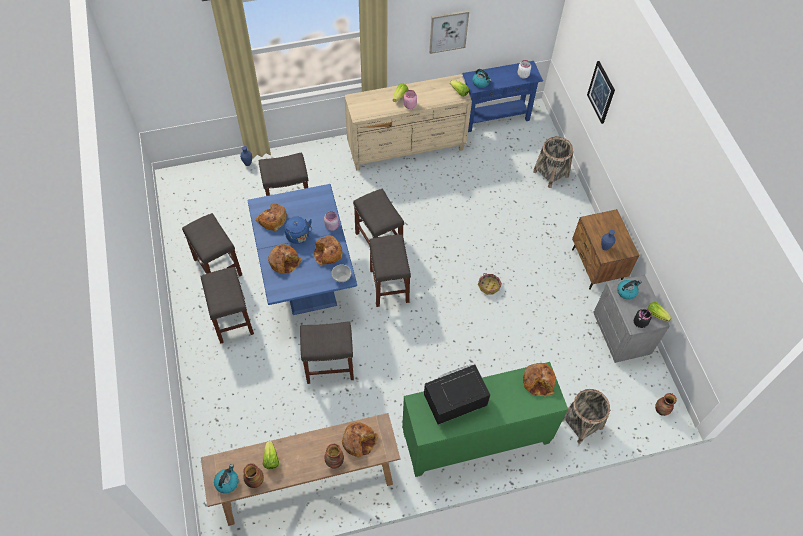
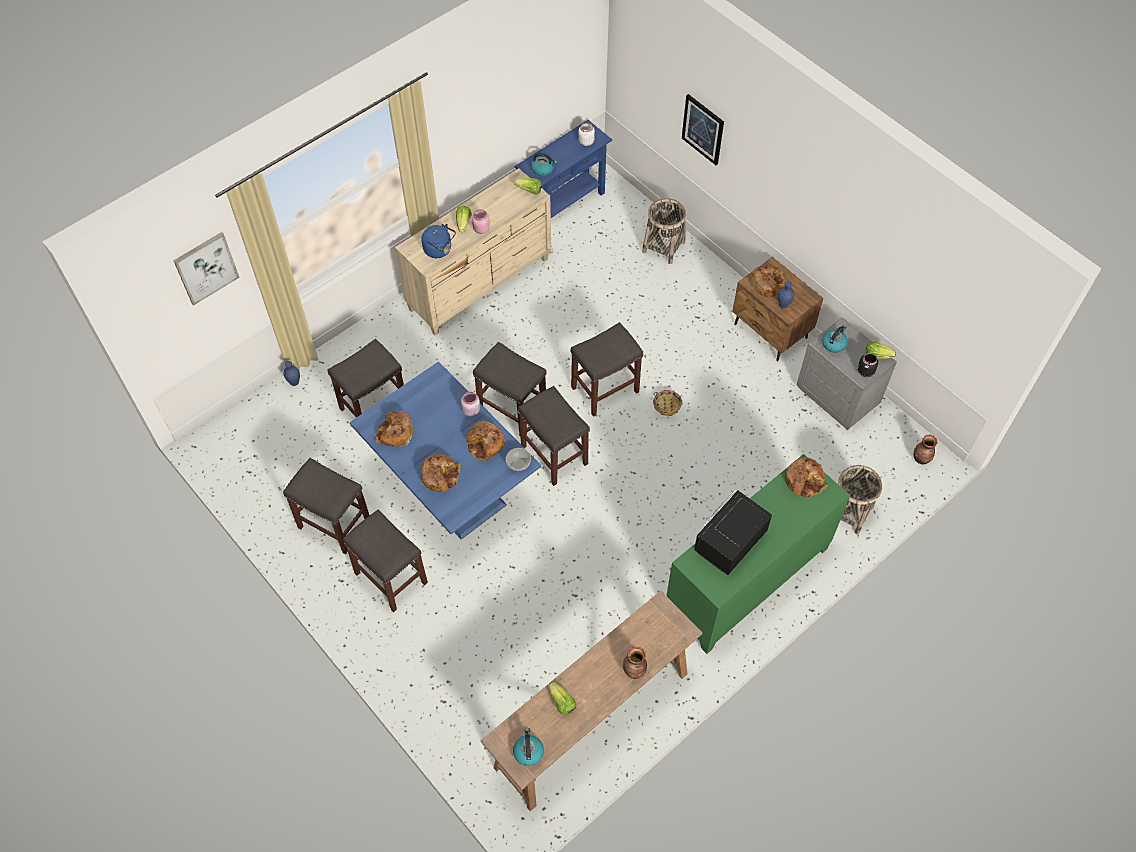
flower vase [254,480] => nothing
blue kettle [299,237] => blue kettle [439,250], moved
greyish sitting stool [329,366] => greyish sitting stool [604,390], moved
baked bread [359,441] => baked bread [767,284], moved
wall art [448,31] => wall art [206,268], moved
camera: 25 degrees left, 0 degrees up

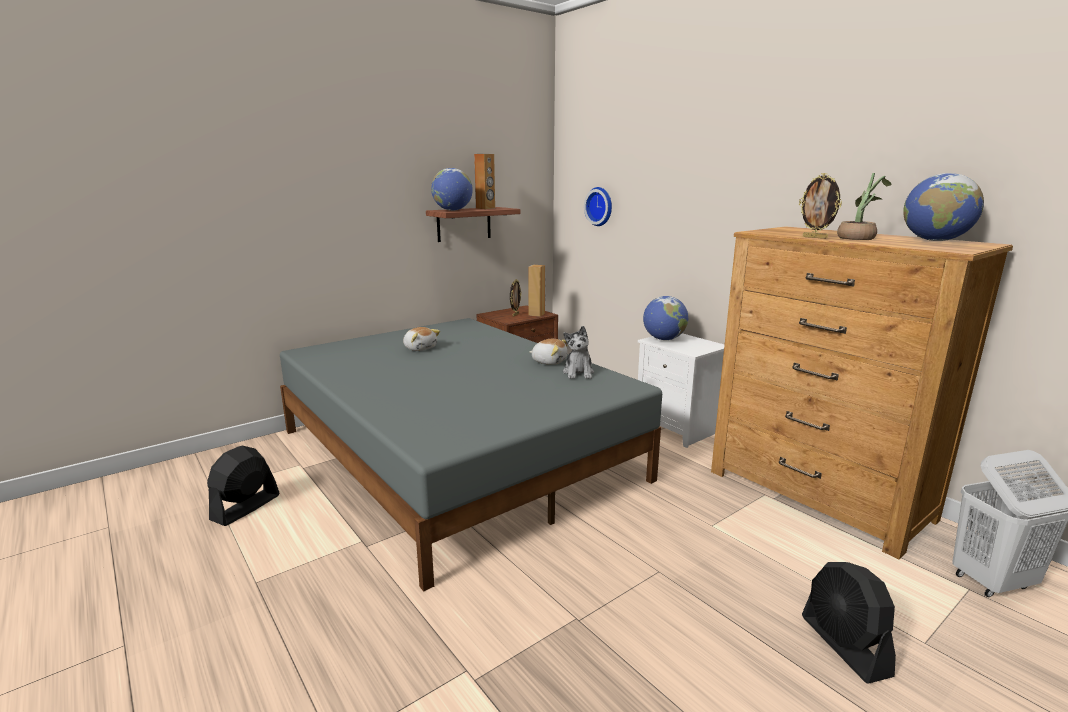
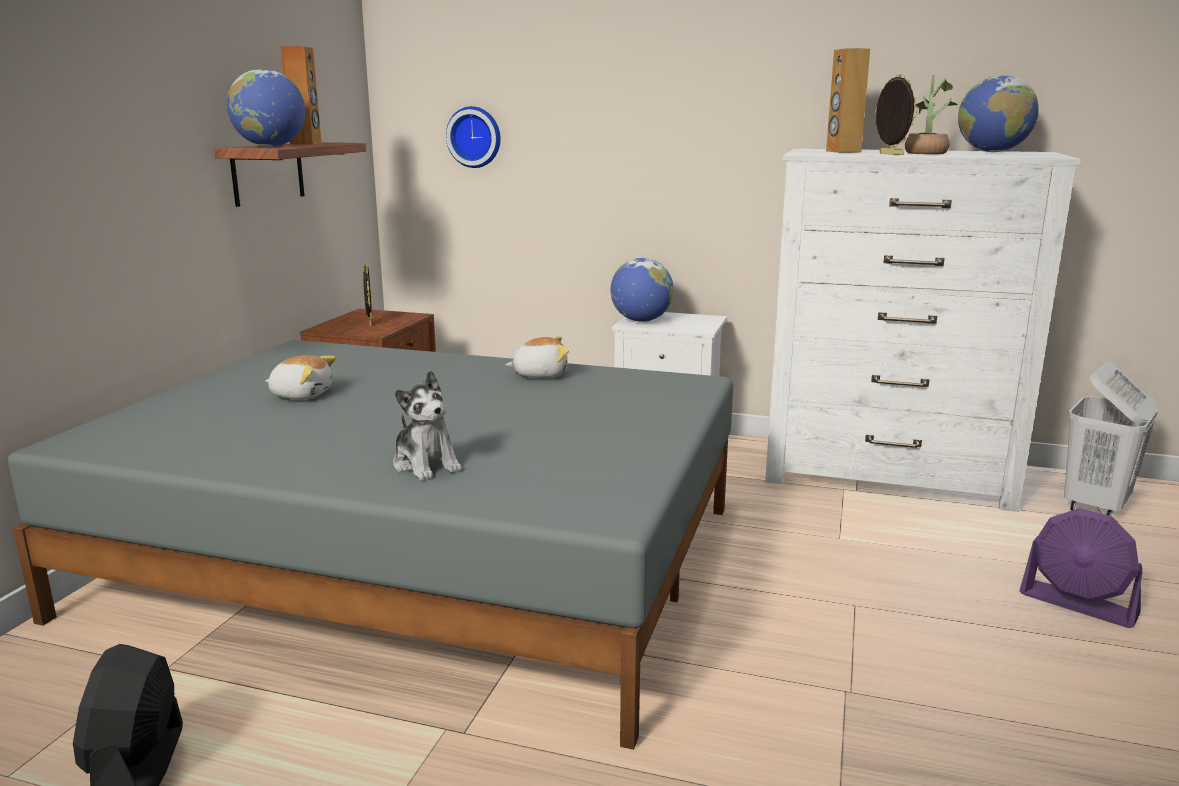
brown-coloured audio speaker [536,314] => brown-coloured audio speaker [842,151], moved
cuddly toy [578,373] => cuddly toy [426,464], moved
brown-coloured drawer chest [817,495] => white-coloured drawer chest [887,474]
black electric fan [844,645] => purple-coloured electric fan [1078,604]
picture frame [815,237] => picture frame [890,154], 135 degrees counterclockwise
camera: 35 degrees left, 0 degrees up

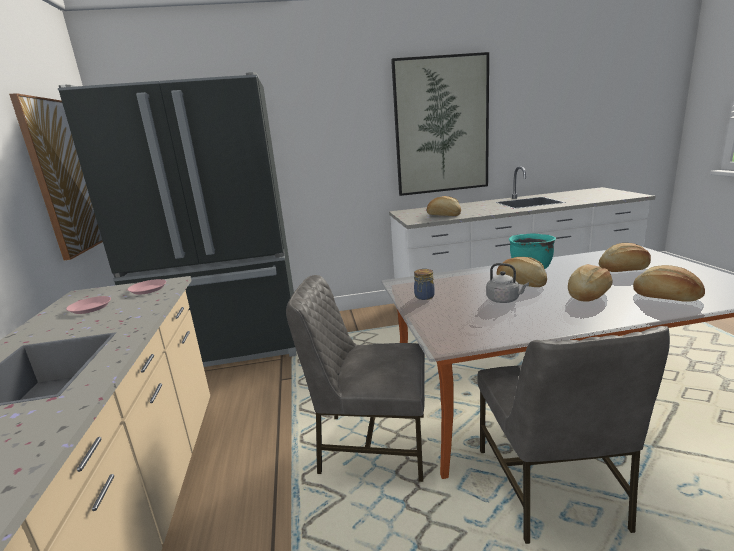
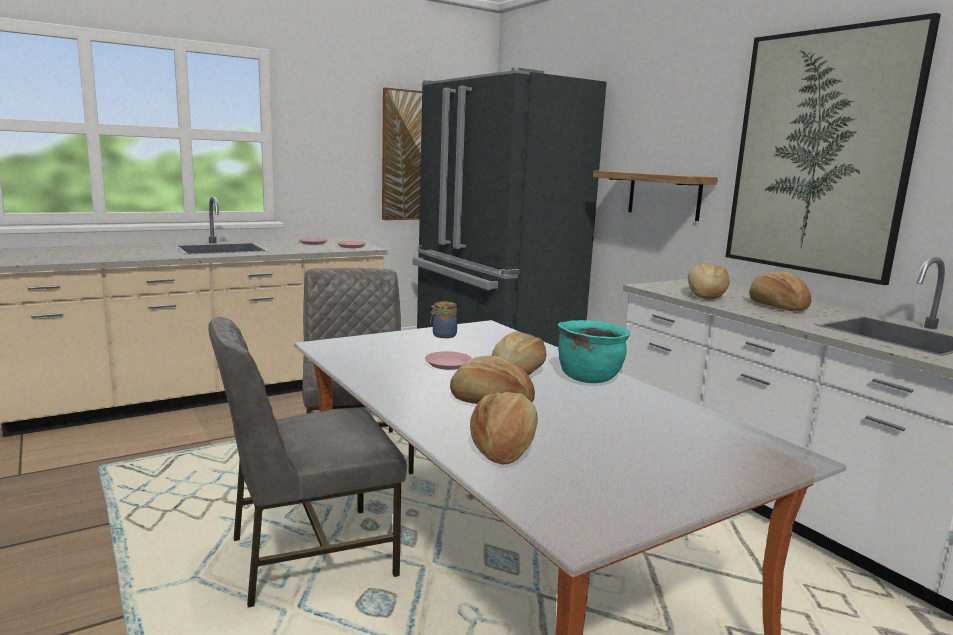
nothing => shelf [664,195]
baked bread [624,269] => baked bread [776,306], moved
greyish kettle [504,300] => pink dinner plate [448,364]
camera: 65 degrees right, 5 degrees down

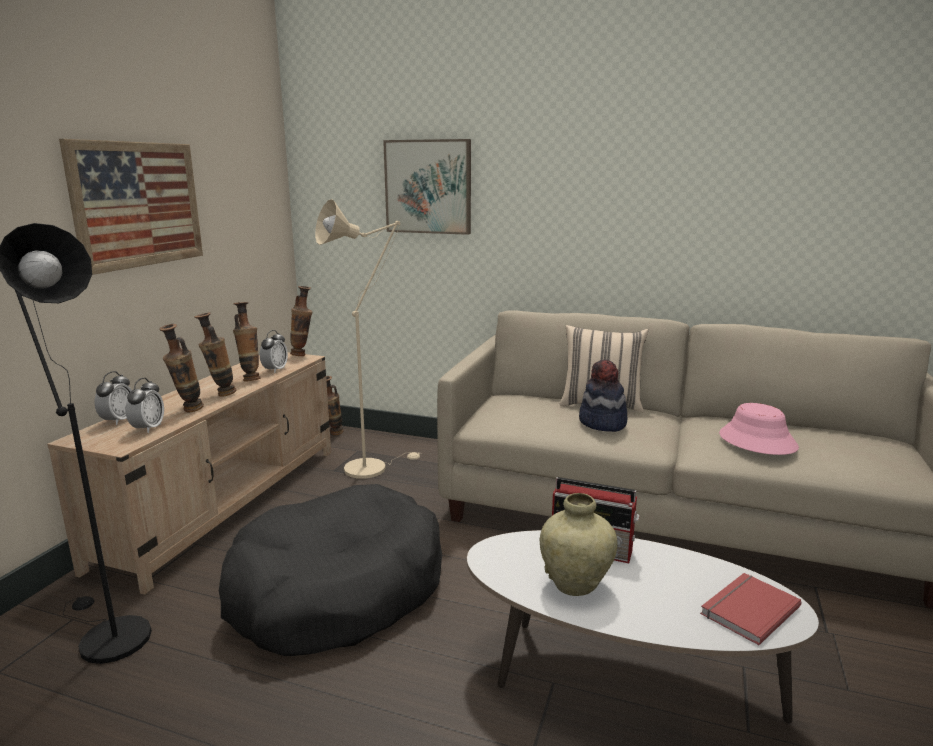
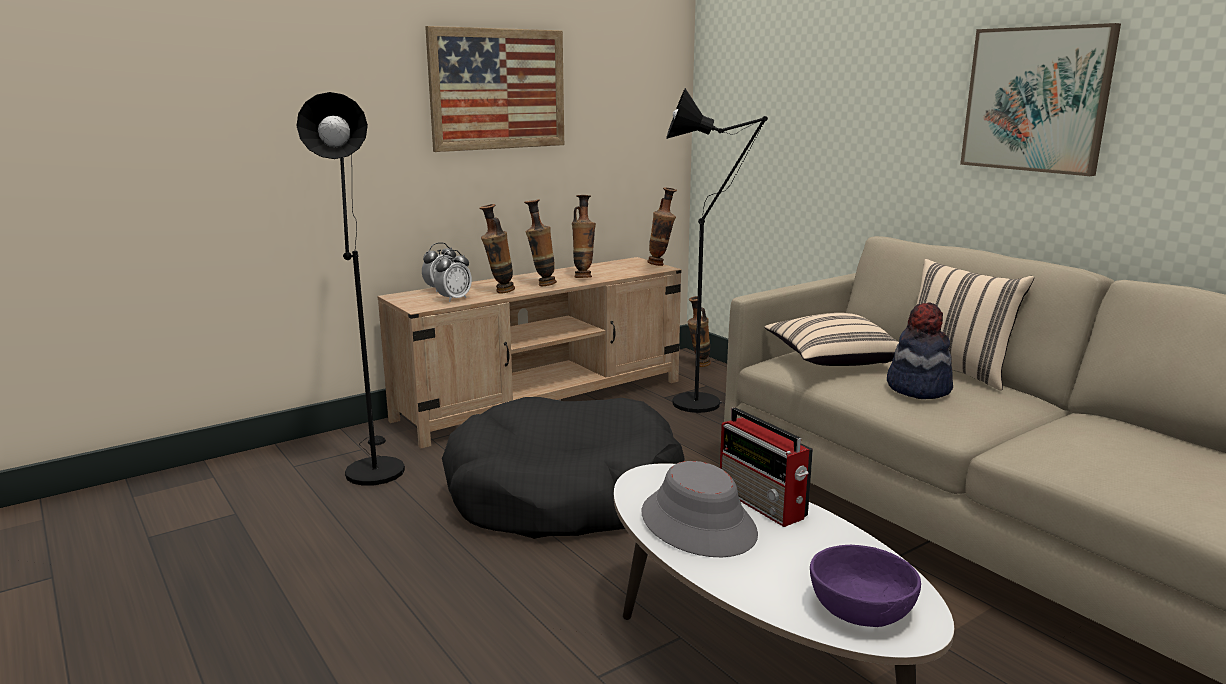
alarm clock [275,370] => nothing
pink wearable hat [757,441] => nothing
nothing => beige cushion [832,361]
wall art [428,187] => wall art [1036,99], moved
beige flower vase [575,584] => greyish wearable hat [698,523]
reddish volume [747,609] => purple-coloured bowl [860,608]
beige standing lamp [372,466] => black standing lamp [706,403]
camera: 35 degrees right, 0 degrees up

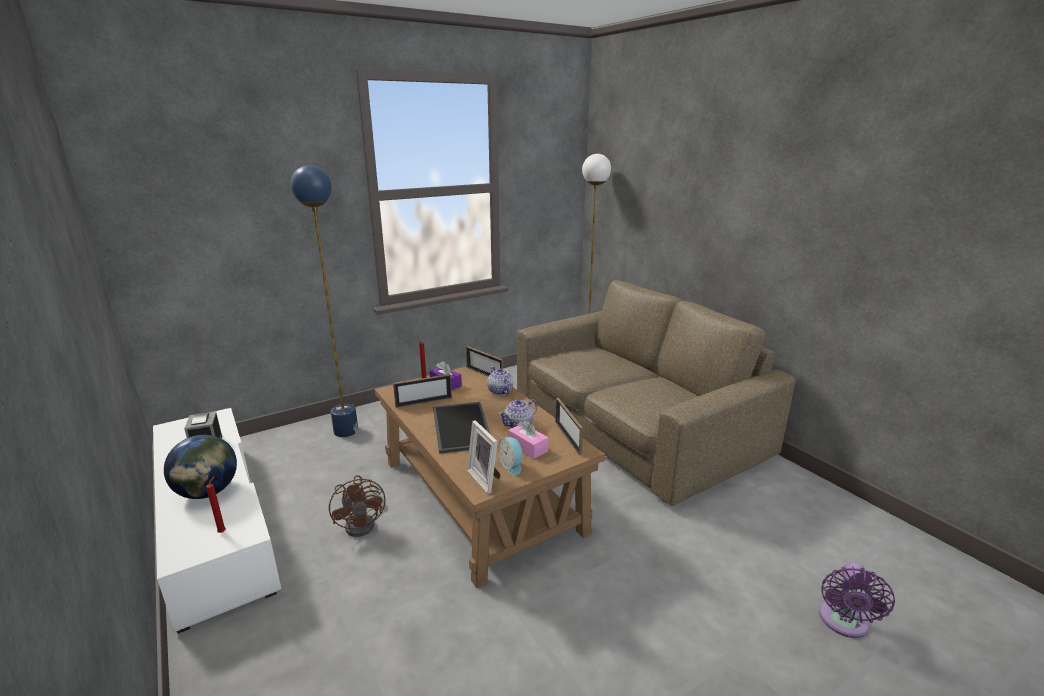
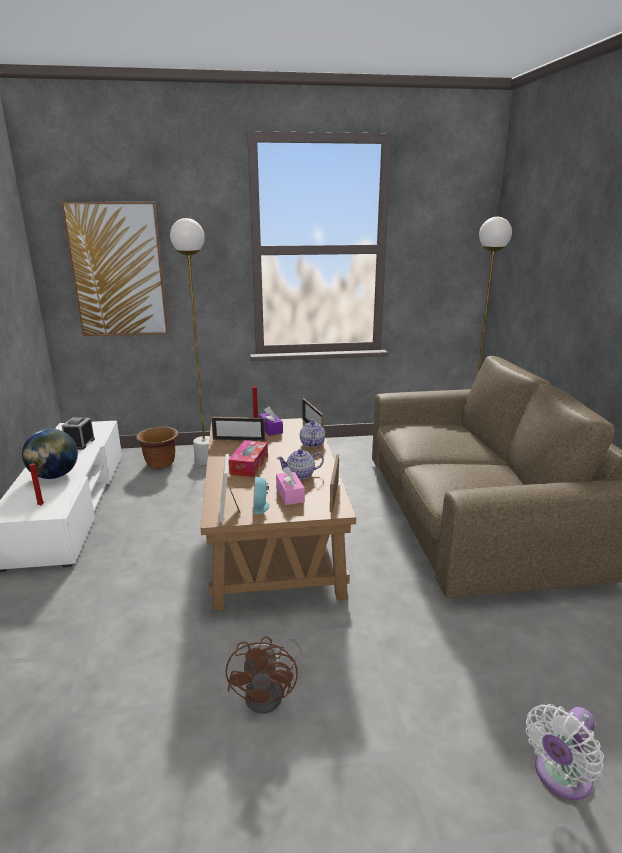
nothing => wall art [118,270]
nothing => brown-coloured planter [161,464]
brown-coloured electric fan [365,523] => brown-coloured electric fan [271,694], moved
carrying tray [459,426] => box of tissues [249,465]
blue standing lamp [346,431] => white-coloured standing lamp [205,460]
purple-coloured electric fan [843,623] => white-coloured electric fan [559,777]
camera: 25 degrees right, 0 degrees up

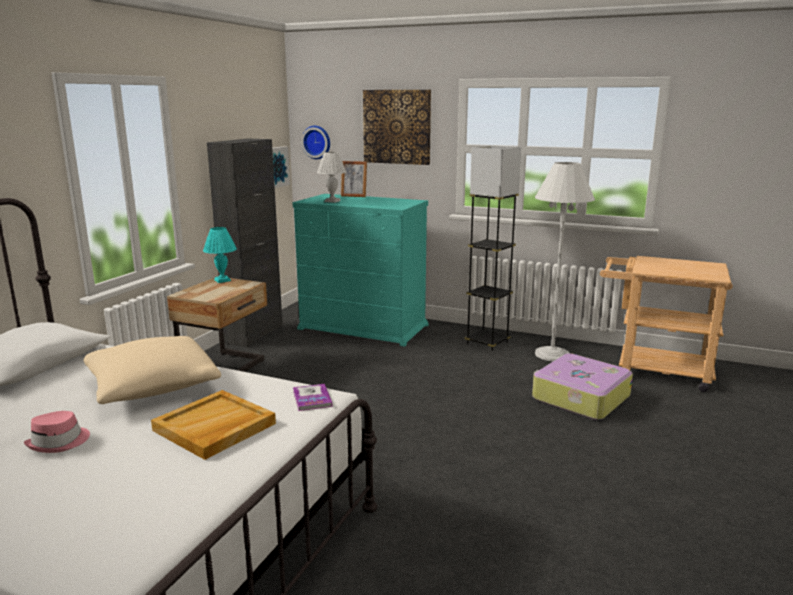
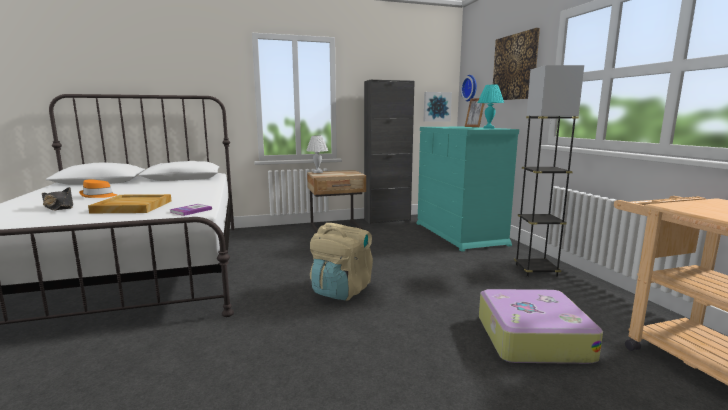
beige cushion [152,386] => nothing
white-coloured standing lamp [552,354] => nothing
nothing => black wearable hat [59,207]
nothing => beige rucksack [341,290]
blue-green tabletop lamp [223,280] => blue-green tabletop lamp [489,128], moved
white-coloured tabletop lamp [332,201] => white-coloured tabletop lamp [317,172], moved
pink wearable hat [59,442] => orange-coloured wearable hat [98,196]
camera: 50 degrees right, 5 degrees down

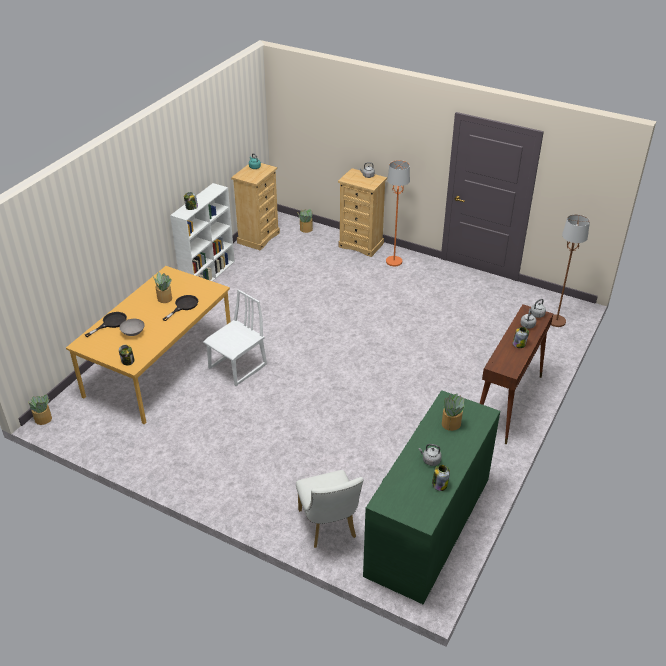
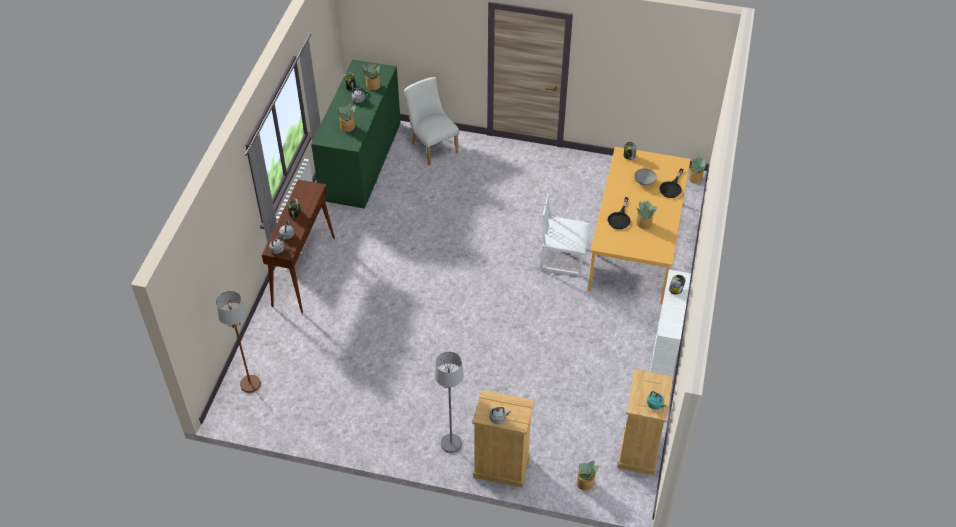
nothing => plant in a pot [373,85]
orange-coloured standing lamp [393,261] => greyish standing lamp [451,443]
white-coloured plain chair [238,367] => white-coloured plain chair [563,258], 75 degrees clockwise
camera: 165 degrees right, 10 degrees up

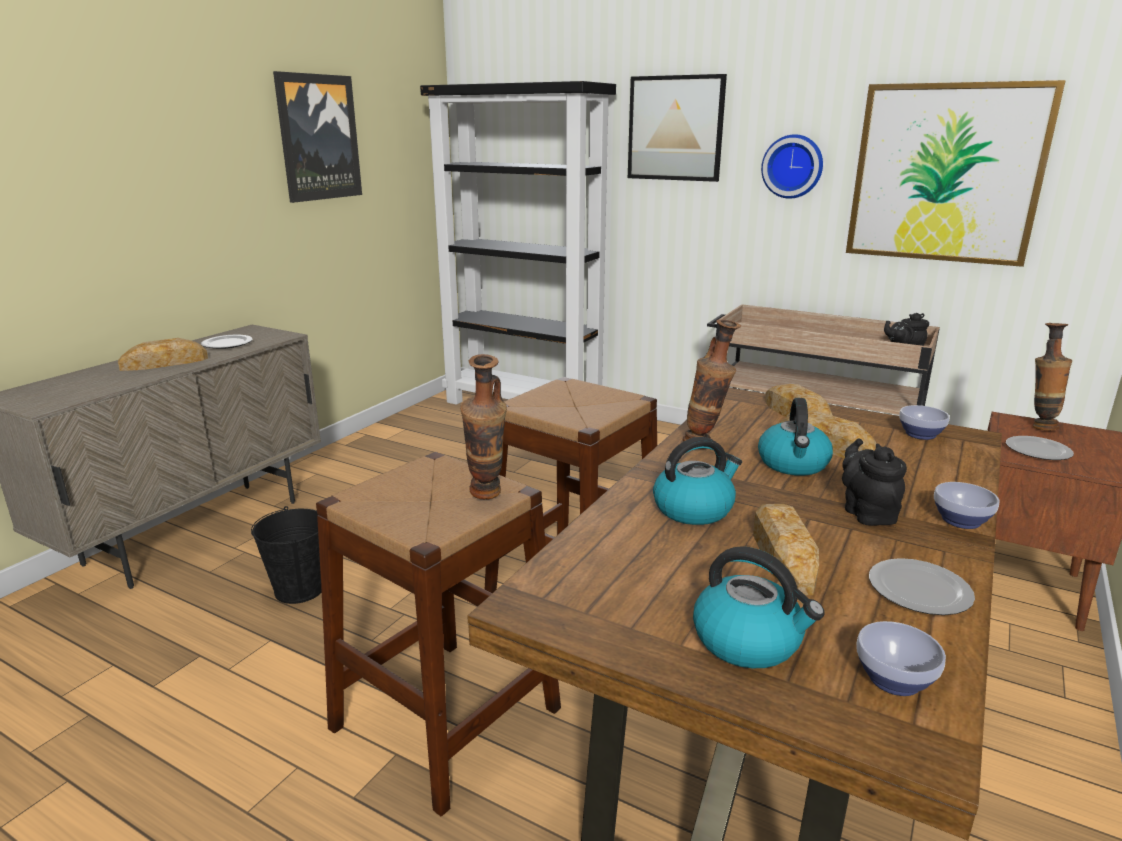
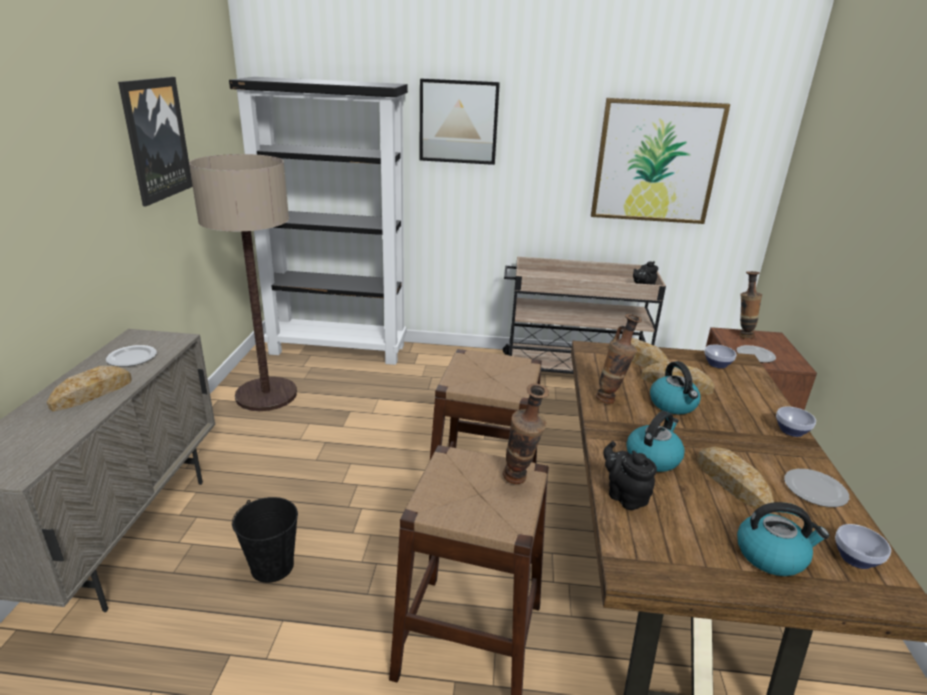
hanging clock [793,166] => nothing
nothing => standing lamp [266,395]
black teapot [866,513] => black teapot [625,496], moved
camera: 25 degrees left, 5 degrees up

